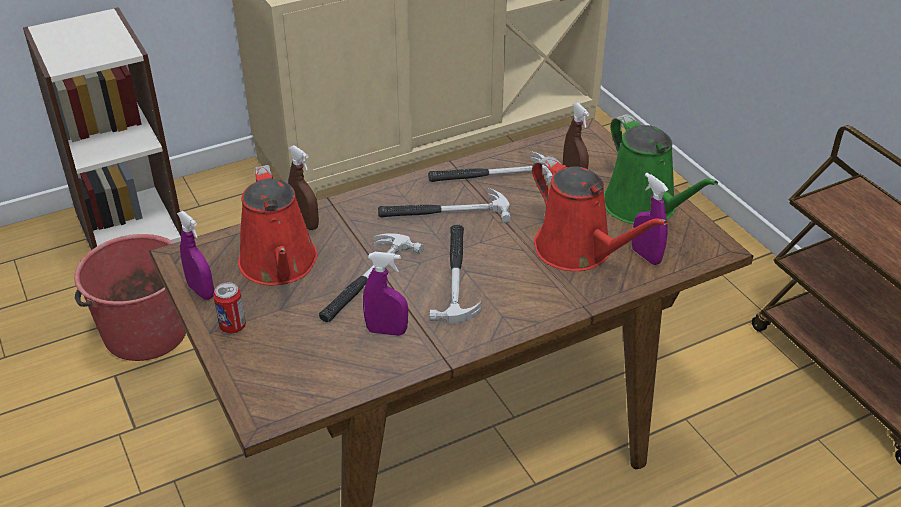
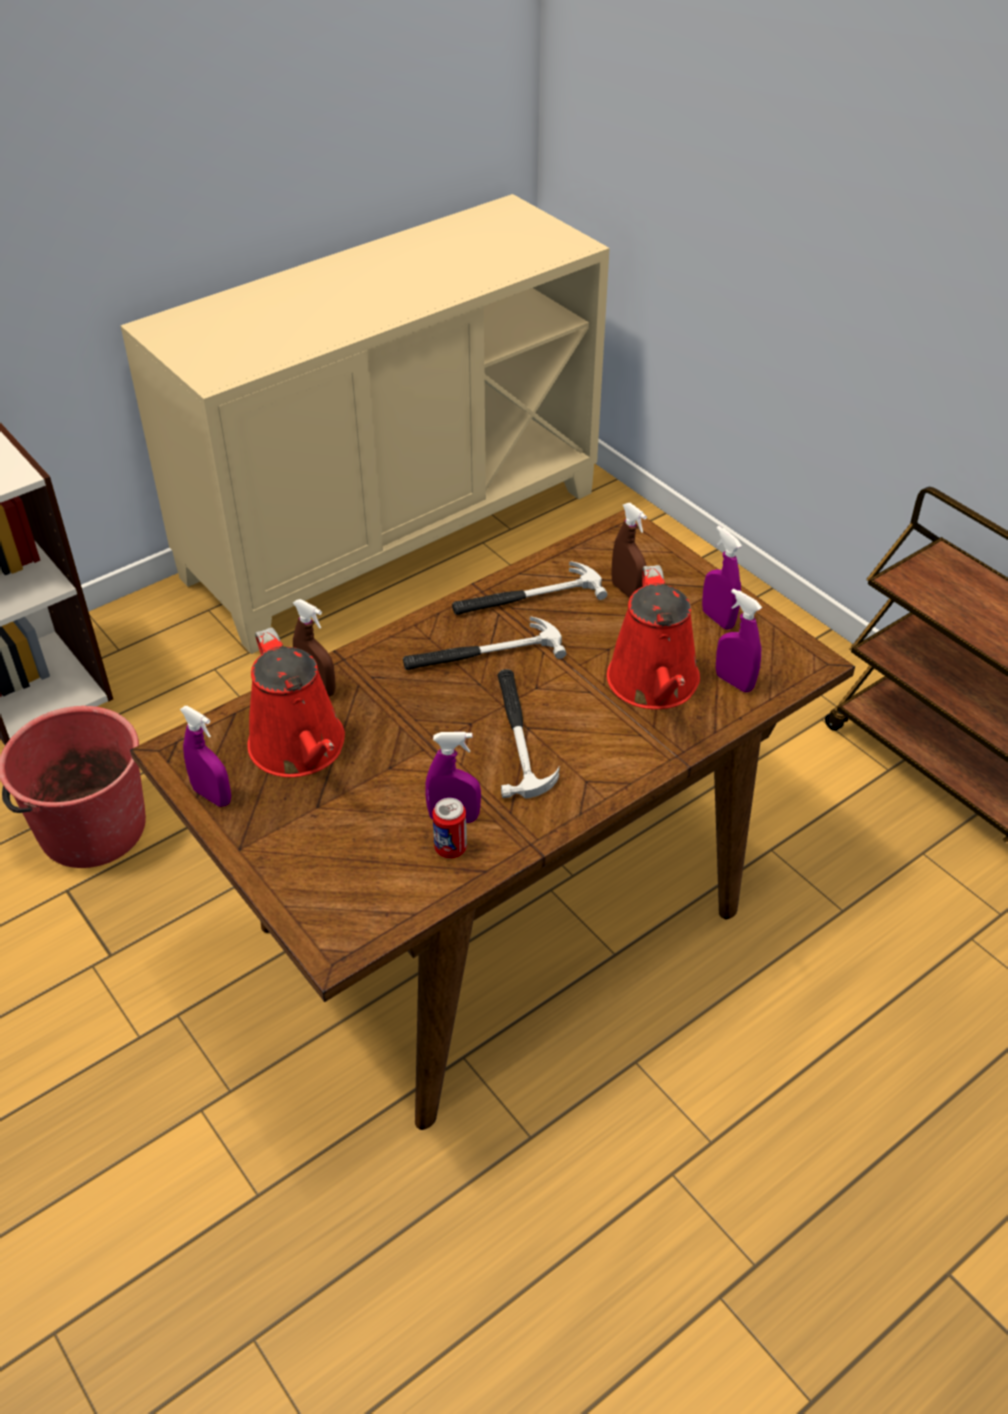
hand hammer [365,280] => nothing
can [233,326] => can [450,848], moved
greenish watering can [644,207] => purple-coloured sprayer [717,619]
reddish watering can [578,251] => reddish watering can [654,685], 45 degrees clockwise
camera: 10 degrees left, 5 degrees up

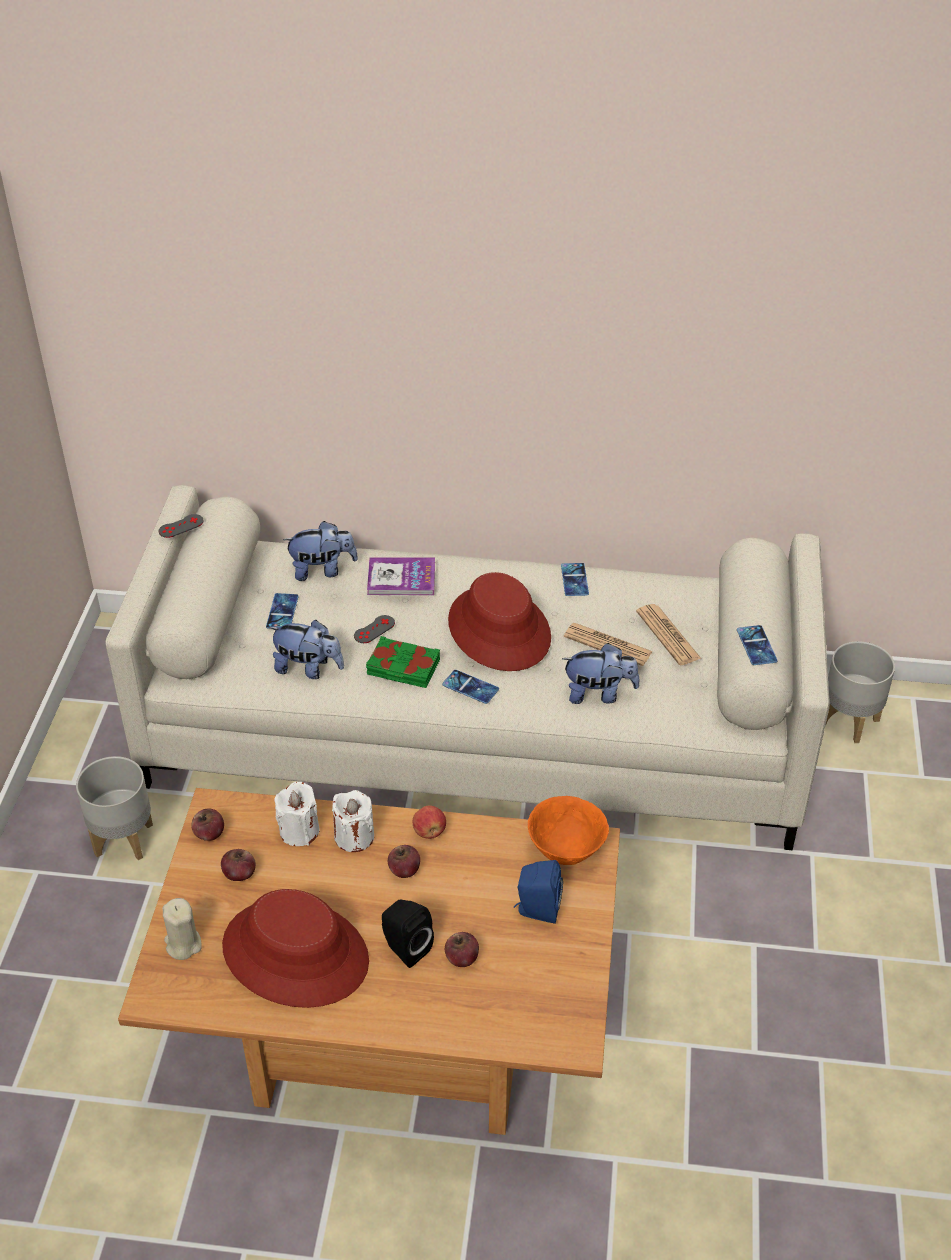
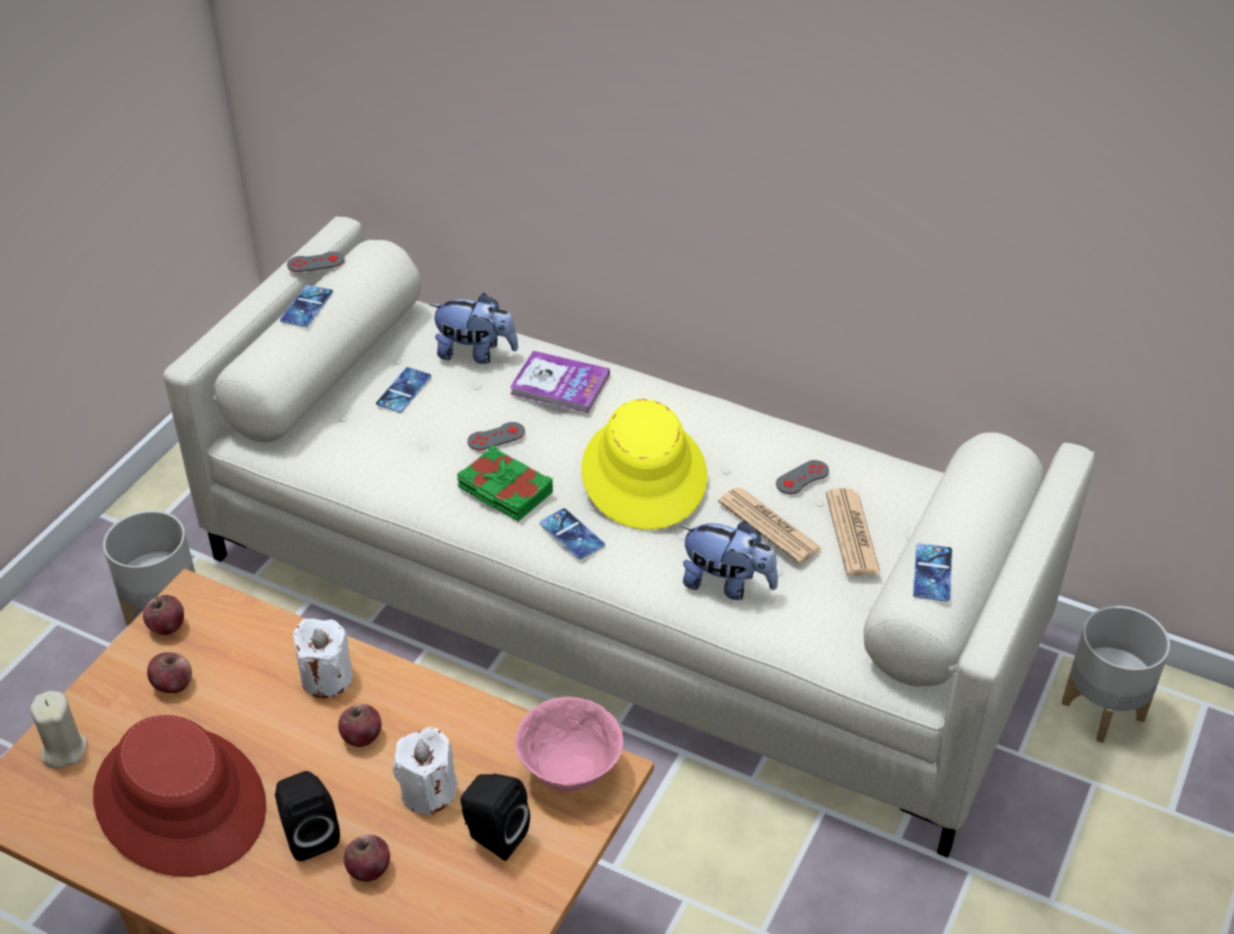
cuddly toy [308,668] => nothing
whole apple [429,832] => nothing
nothing => greyish joypad [802,477]
white-coloured wax candle [299,831] => white-coloured wax candle [428,791], moved
handset [574,580] => handset [307,306], moved
reddish wearable hat [499,629] => yellowish wearable hat [645,474]
blue audio speaker [536,910] => black audio speaker [493,836]
orange-coloured bowl [566,852] => pink bowl [570,772]
camera: 20 degrees right, 0 degrees up

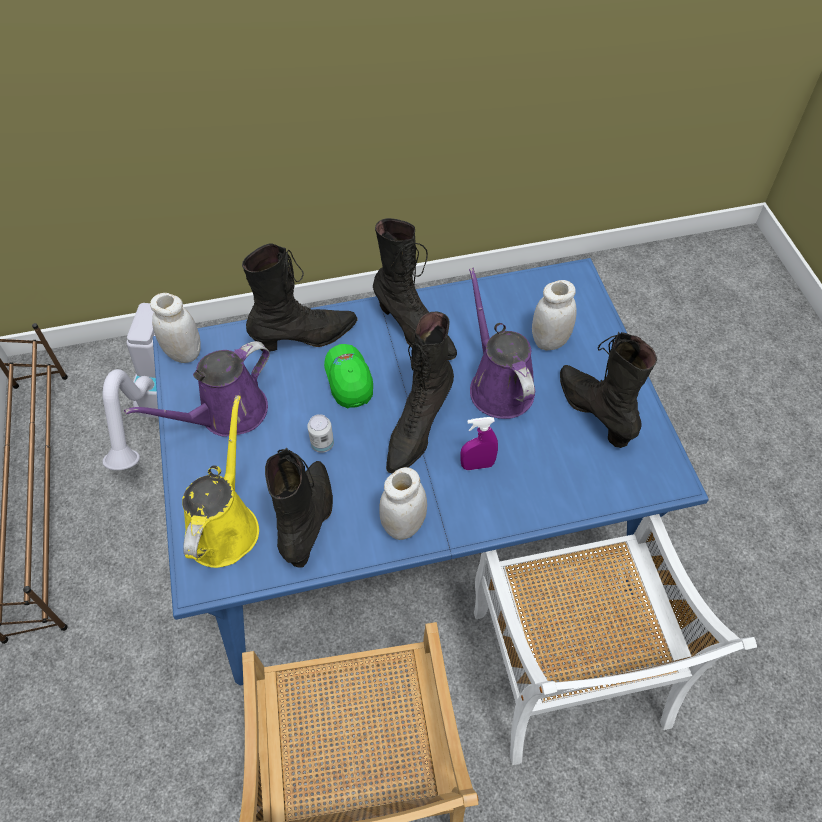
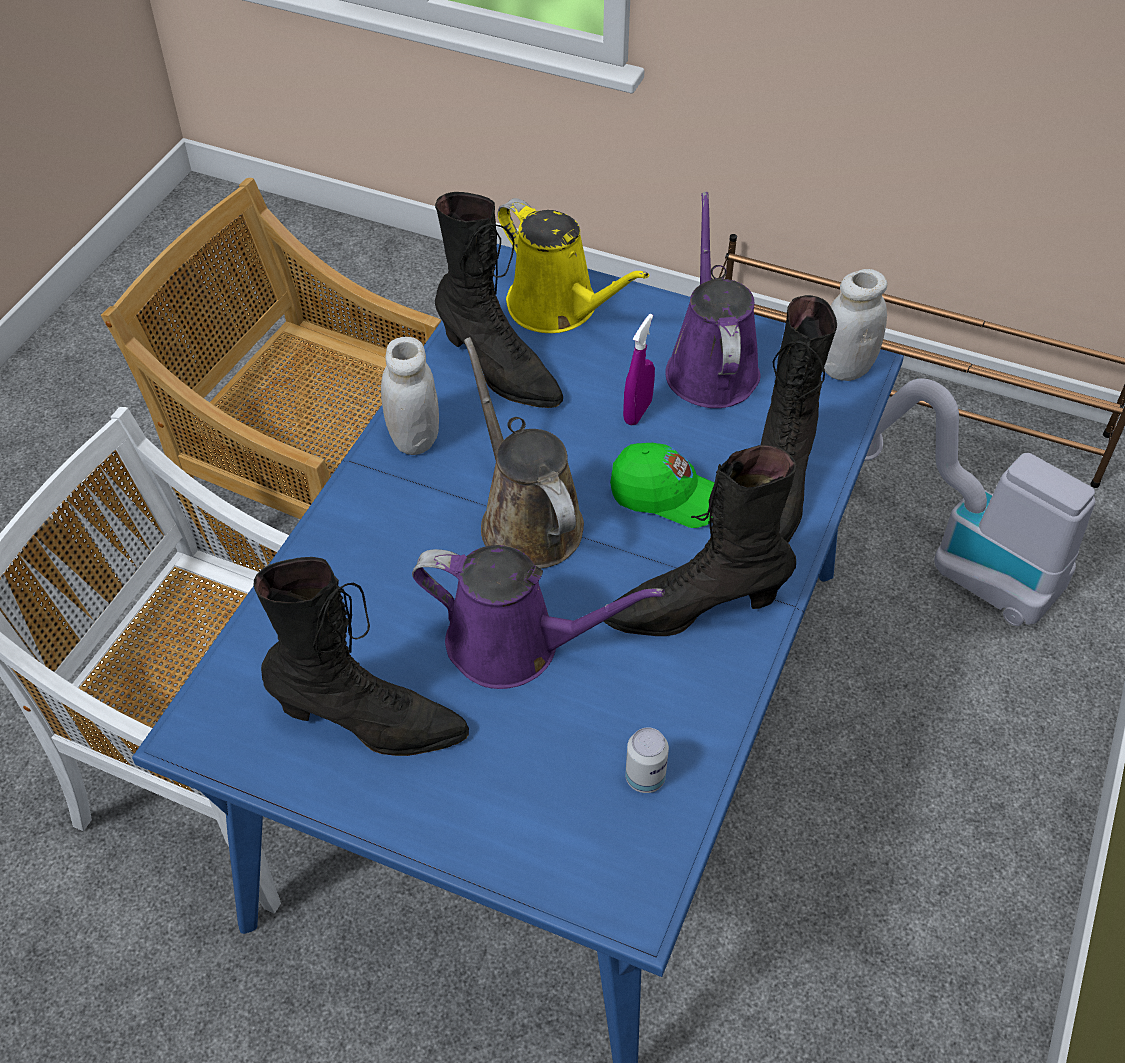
white-coloured preserve jar [550,341] => nothing
can [322,444] => can [645,778], moved
purple-coloured sprayer [477,465] => purple-coloured sprayer [637,412], moved
black high-top boot [417,430] => brown-coloured watering can [526,519]
camera: 125 degrees right, 5 degrees down

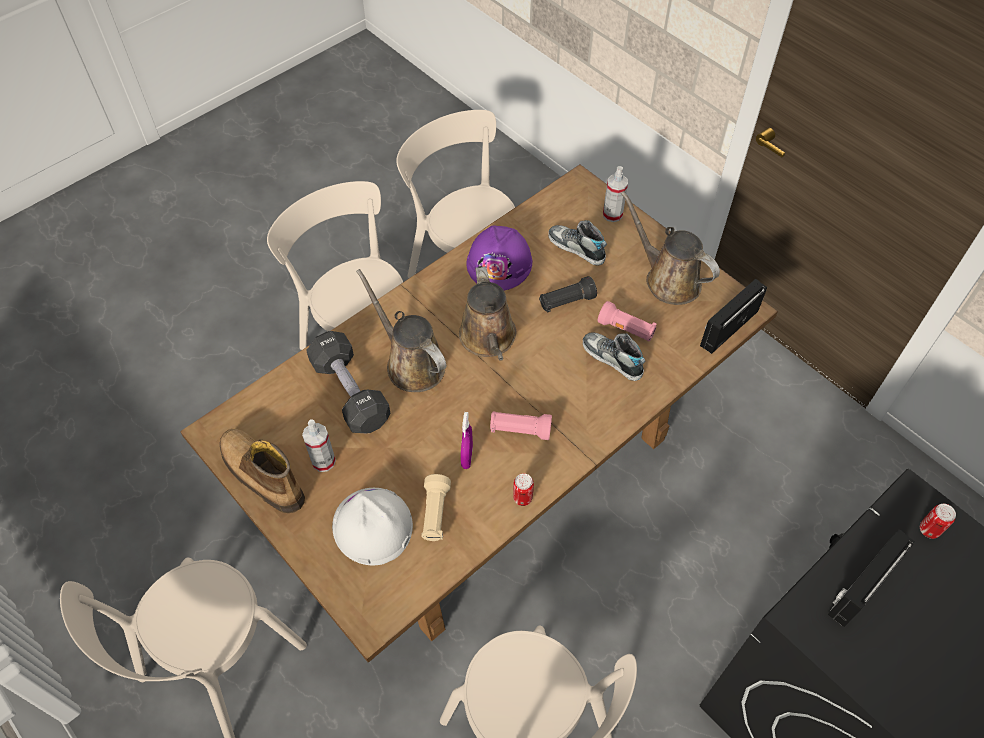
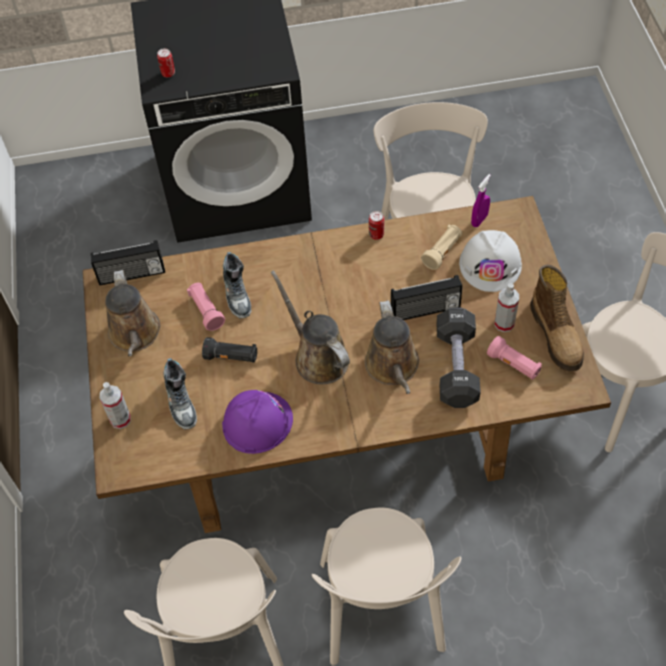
purple-coloured sprayer [467,457] => purple-coloured sprayer [479,220], moved
pink flashlight [520,430] => pink flashlight [514,365], moved
radio [860,586] => radio [425,311], moved
brown-coloured watering can [488,339] => brown-coloured watering can [318,357], 60 degrees counterclockwise
camera: 145 degrees left, 0 degrees up

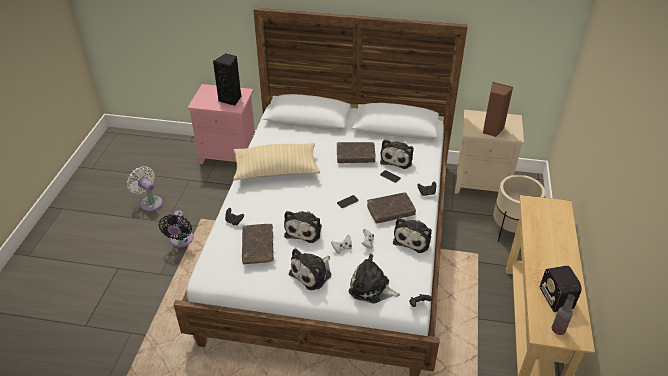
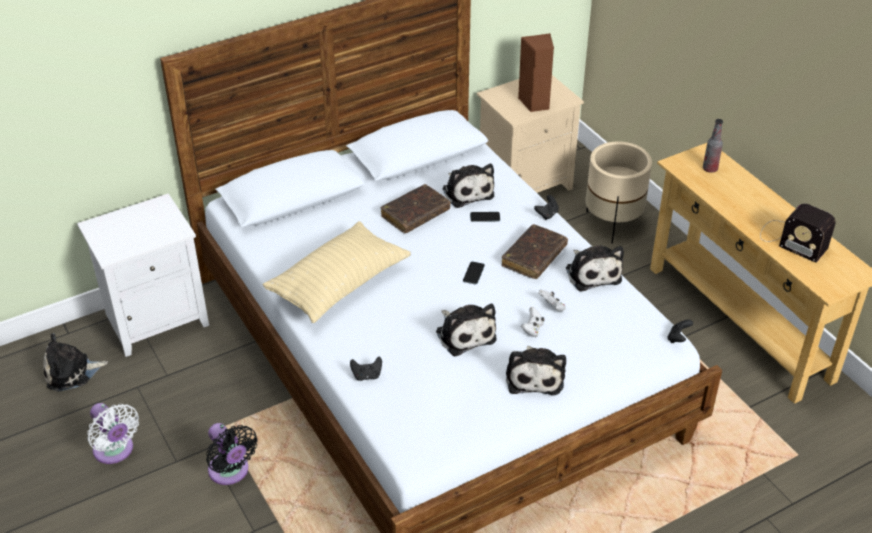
black audio speaker [231,99] => nothing
brown-coloured volume [258,247] => nothing
cuddly toy [371,288] => cuddly toy [72,372], moved
beverage bottle [558,330] => beverage bottle [710,169], moved
pink nightstand [230,154] => white-coloured nightstand [157,319]
white-coloured electric fan [150,202] => white-coloured electric fan [115,451], 135 degrees counterclockwise
camera: 40 degrees left, 0 degrees up

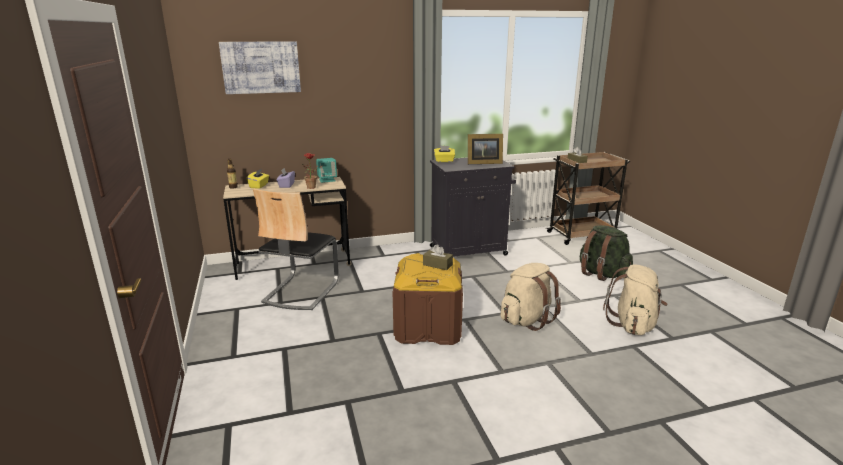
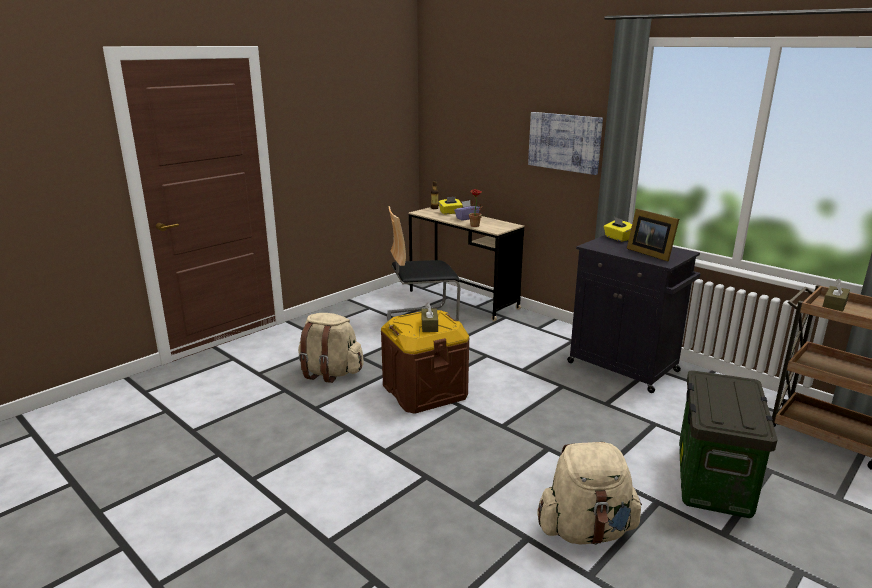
blue-green audio speaker [327,180] => nothing
wall art [261,67] => wall art [564,142], moved
beige rucksack [526,320] => beige rucksack [330,373], moved
greenish rucksack [602,274] => storage bin [711,479]
camera: 60 degrees right, 0 degrees up

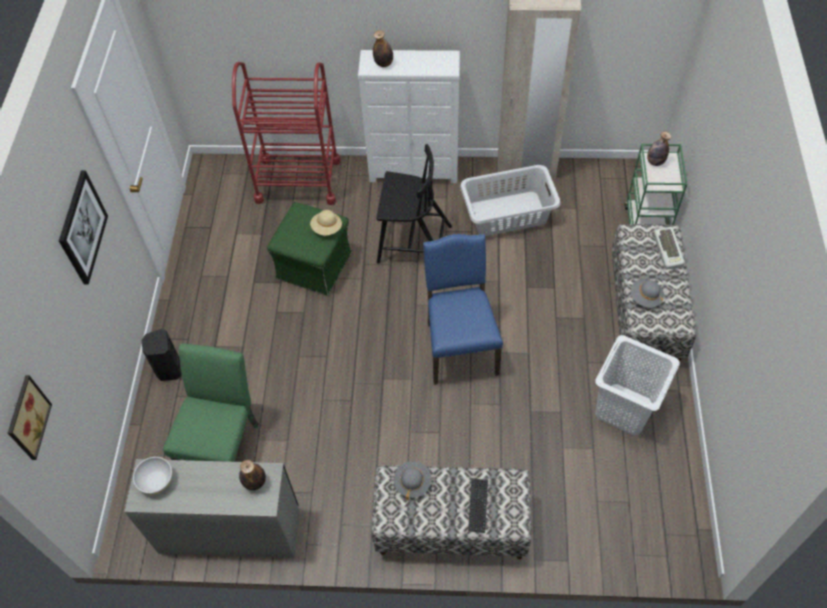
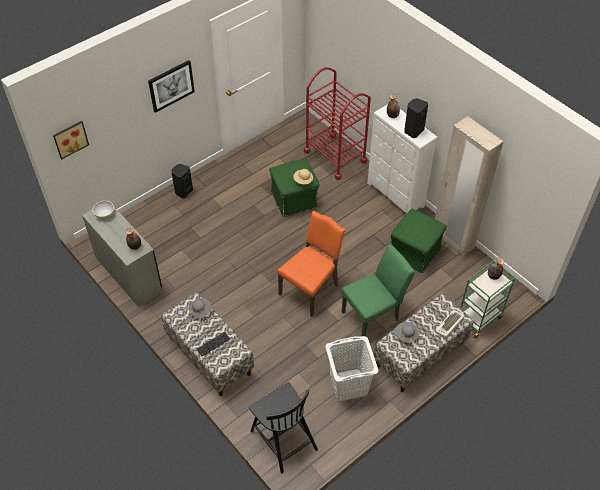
nothing => black audio speaker [413,131]
greenish plain chair [224,444] => greenish plain chair [374,314], moved
black plain chair [412,244] => black plain chair [283,439], moved
greyish washing basket [508,214] => greenish pouffe [414,253]
blue plain chair [459,347] => orange-coloured plain chair [311,289]
camera: 45 degrees right, 5 degrees down

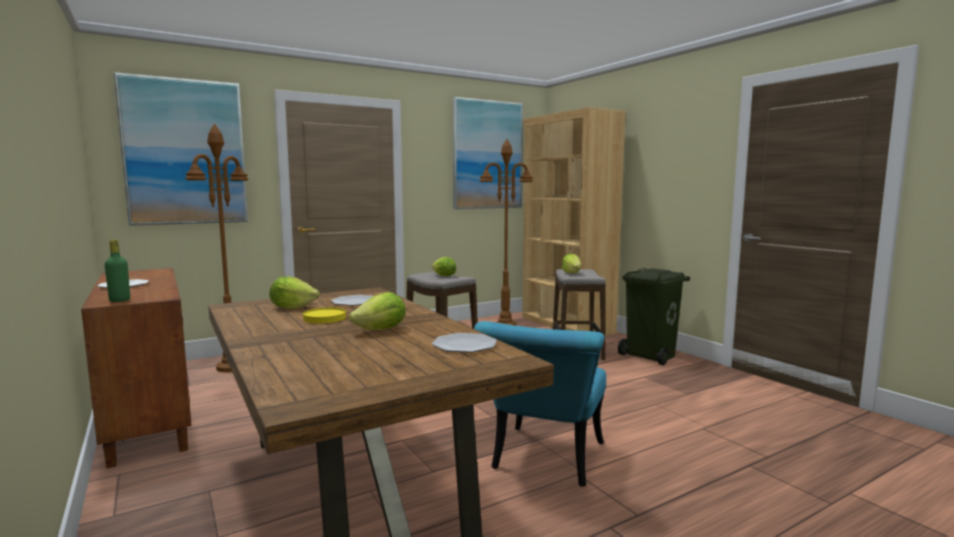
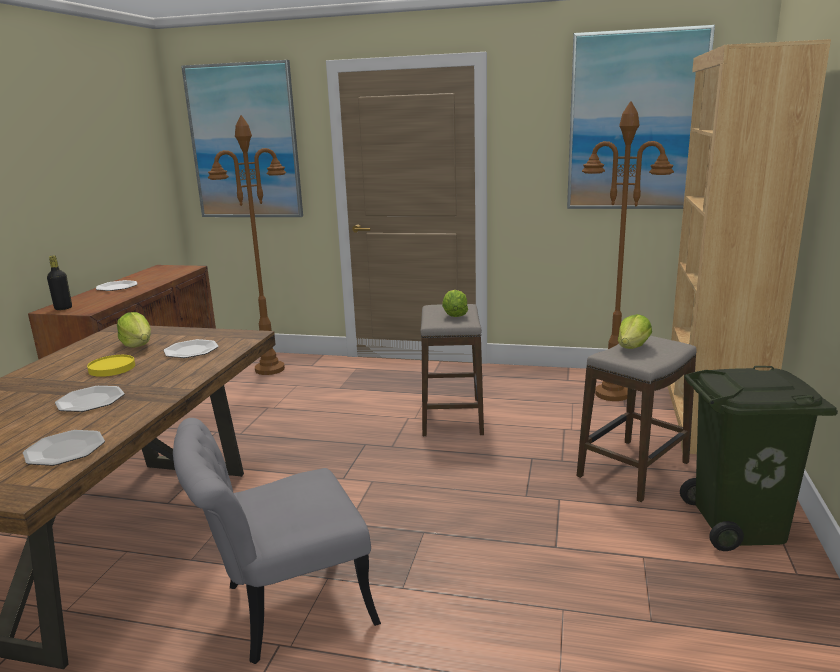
head of lettuce [381,330] => dinner plate [90,401]
greenish beverage bottle [120,300] => black beverage bottle [63,308]
blue-green plain chair [545,461] => greyish plain chair [283,609]
camera: 45 degrees right, 10 degrees up

